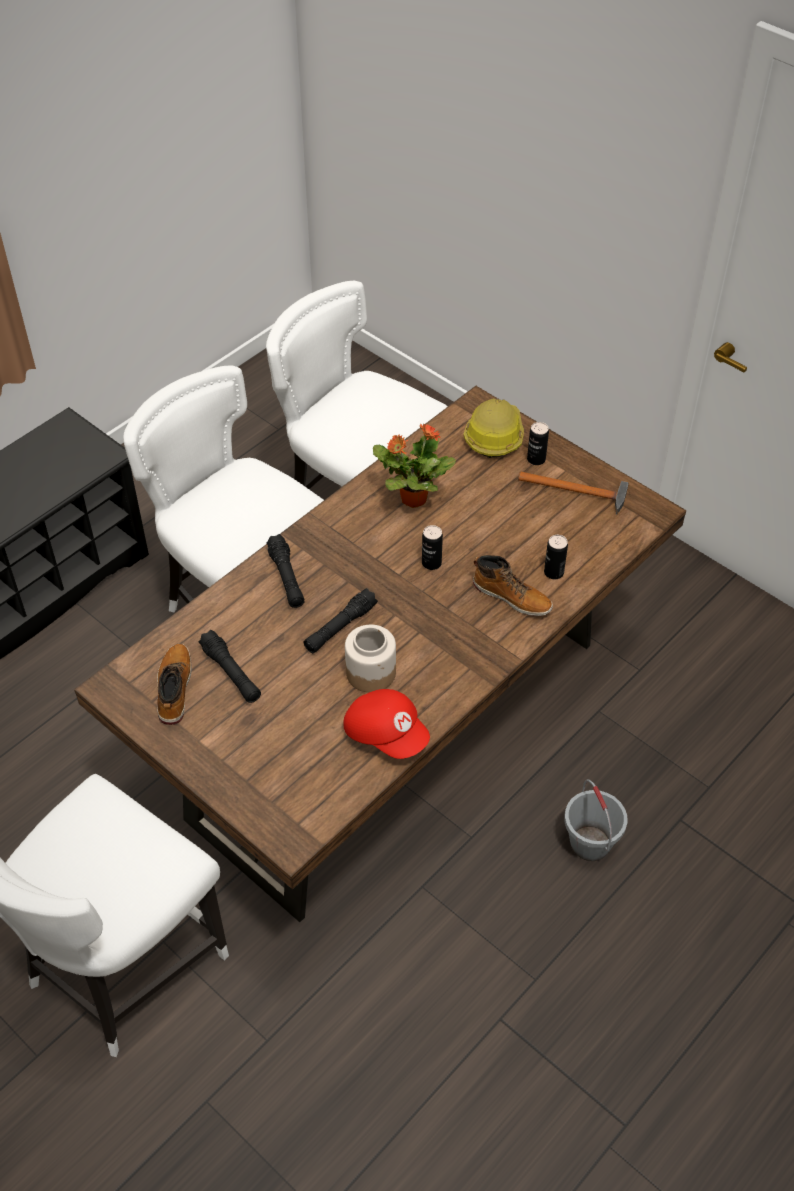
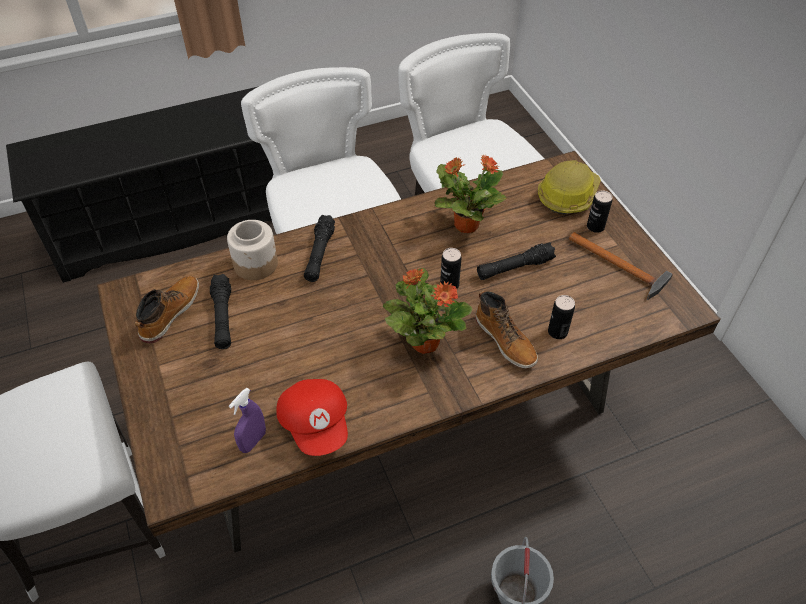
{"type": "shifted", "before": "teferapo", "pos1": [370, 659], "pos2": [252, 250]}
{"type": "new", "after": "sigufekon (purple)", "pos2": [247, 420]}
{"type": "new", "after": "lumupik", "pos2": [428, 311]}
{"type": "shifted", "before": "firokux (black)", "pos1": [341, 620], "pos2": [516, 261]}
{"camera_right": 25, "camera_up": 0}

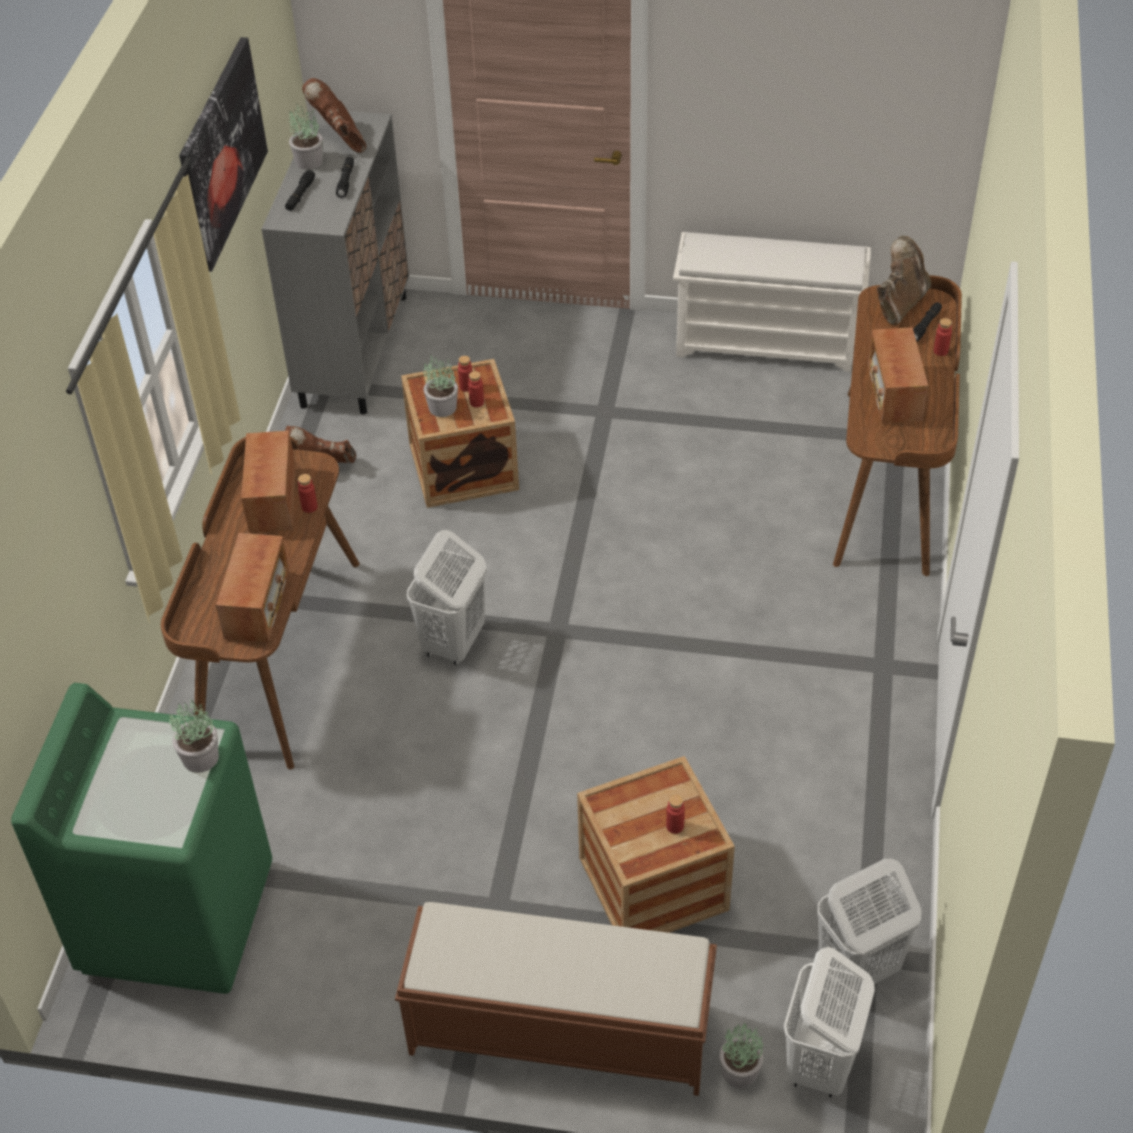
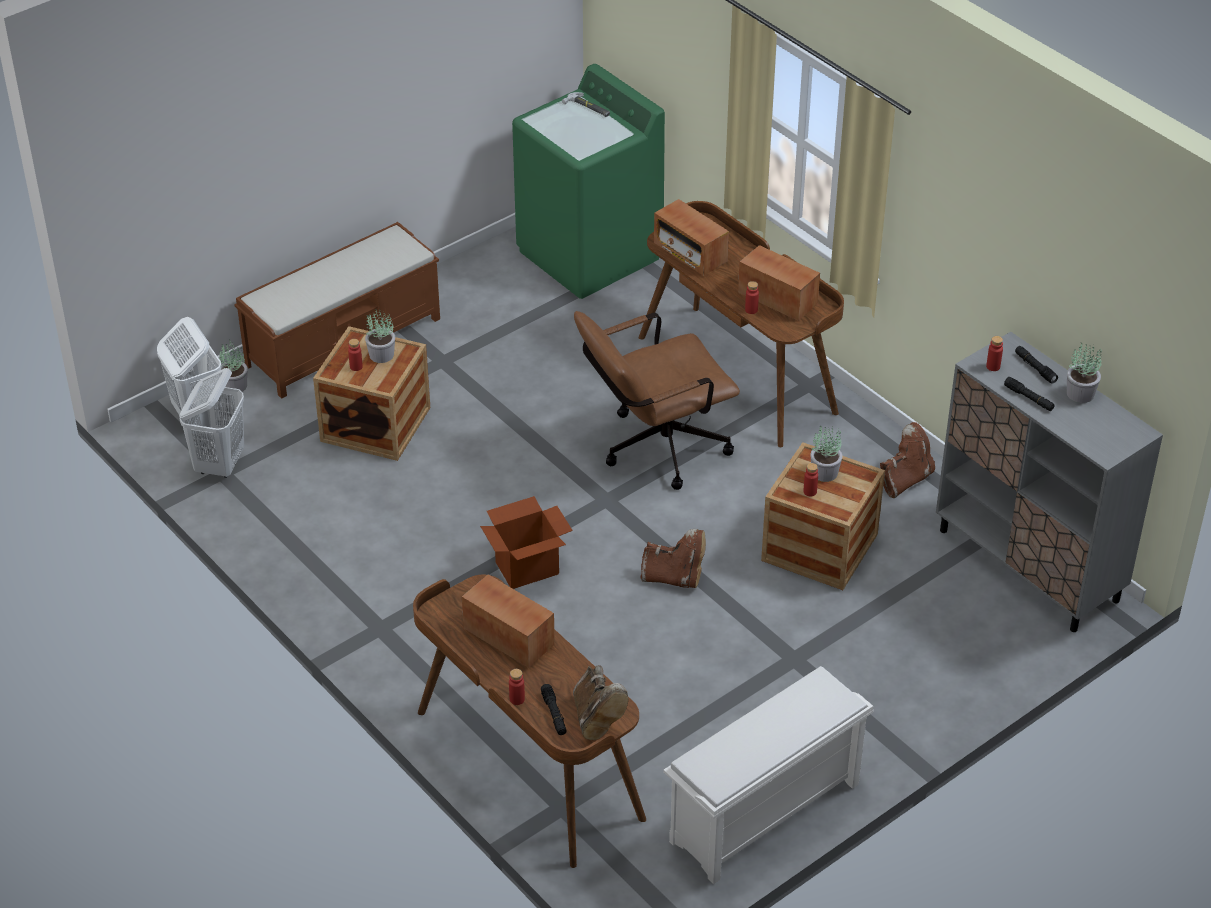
{"type": "shifted", "before": "lumupik", "pos1": [194, 735], "pos2": [380, 336]}
{"type": "new", "after": "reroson", "pos2": [526, 542]}
{"type": "new", "after": "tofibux", "pos2": [586, 104]}
{"type": "swapped", "before": "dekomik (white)", "after": "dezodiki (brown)", "pos1": [447, 597], "pos2": [657, 400]}
{"type": "shifted", "before": "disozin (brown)", "pos1": [334, 115], "pos2": [673, 558]}
{"type": "shifted", "before": "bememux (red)", "pos1": [465, 374], "pos2": [994, 353]}
{"type": "gone", "before": "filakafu", "pos1": [223, 154]}
{"camera_right": 130, "camera_up": -5}

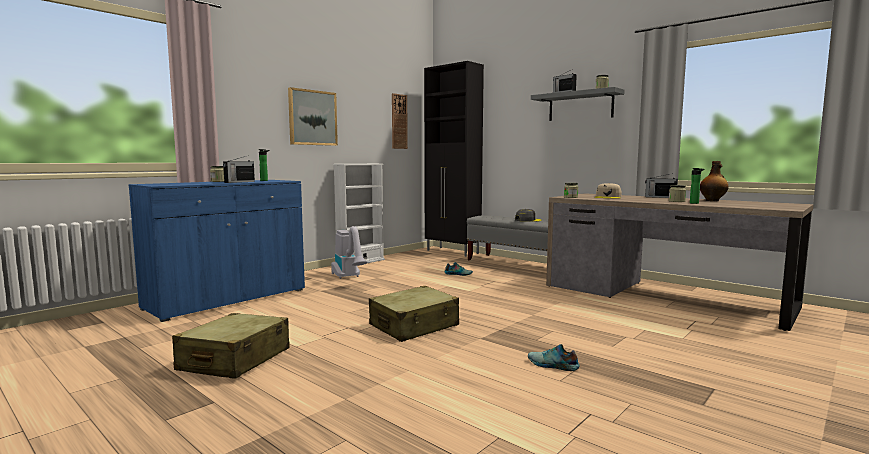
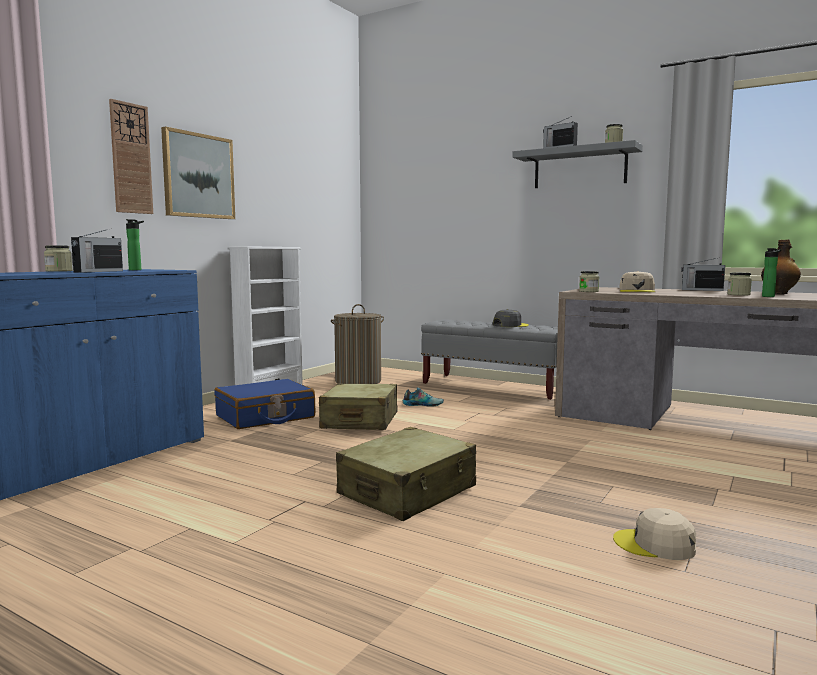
{"type": "shifted", "before": "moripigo", "pos1": [400, 121], "pos2": [131, 156]}
{"type": "swapped", "before": "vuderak", "after": "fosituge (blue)", "pos1": [349, 252], "pos2": [264, 404]}
{"type": "shifted", "before": "fosituge (beige)", "pos1": [231, 346], "pos2": [358, 406]}
{"type": "new", "after": "dekomik", "pos2": [357, 344]}
{"type": "swapped", "before": "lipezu", "after": "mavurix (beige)", "pos1": [554, 357], "pos2": [654, 534]}
{"type": "gone", "before": "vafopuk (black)", "pos1": [454, 159]}
{"camera_right": -10, "camera_up": 0}

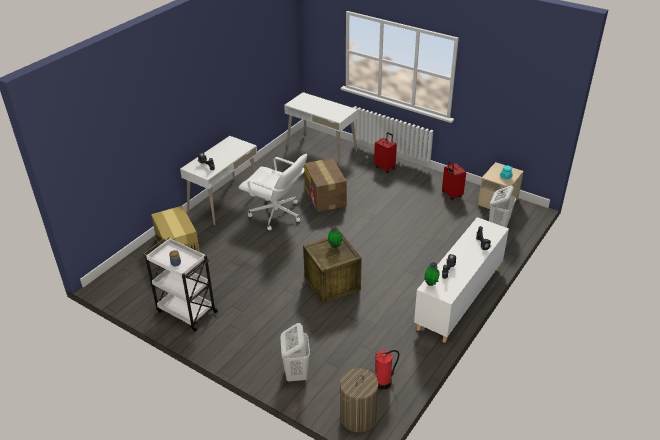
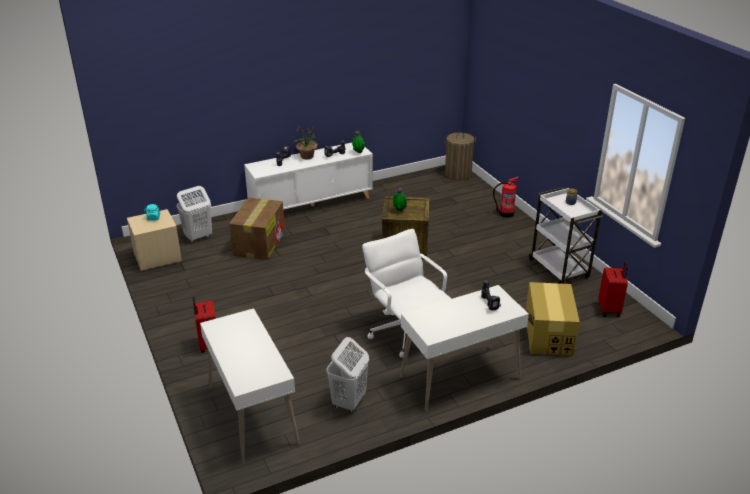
{"type": "shifted", "before": "reroson", "pos1": [325, 185], "pos2": [257, 228]}
{"type": "new", "after": "lumupik", "pos2": [305, 142]}
{"type": "shifted", "before": "dekomik (white)", "pos1": [295, 352], "pos2": [348, 375]}
{"type": "shifted", "before": "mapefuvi", "pos1": [387, 370], "pos2": [506, 197]}
{"type": "shifted", "before": "fosituge (red)", "pos1": [454, 180], "pos2": [613, 289]}
{"camera_right": -150, "camera_up": -5}

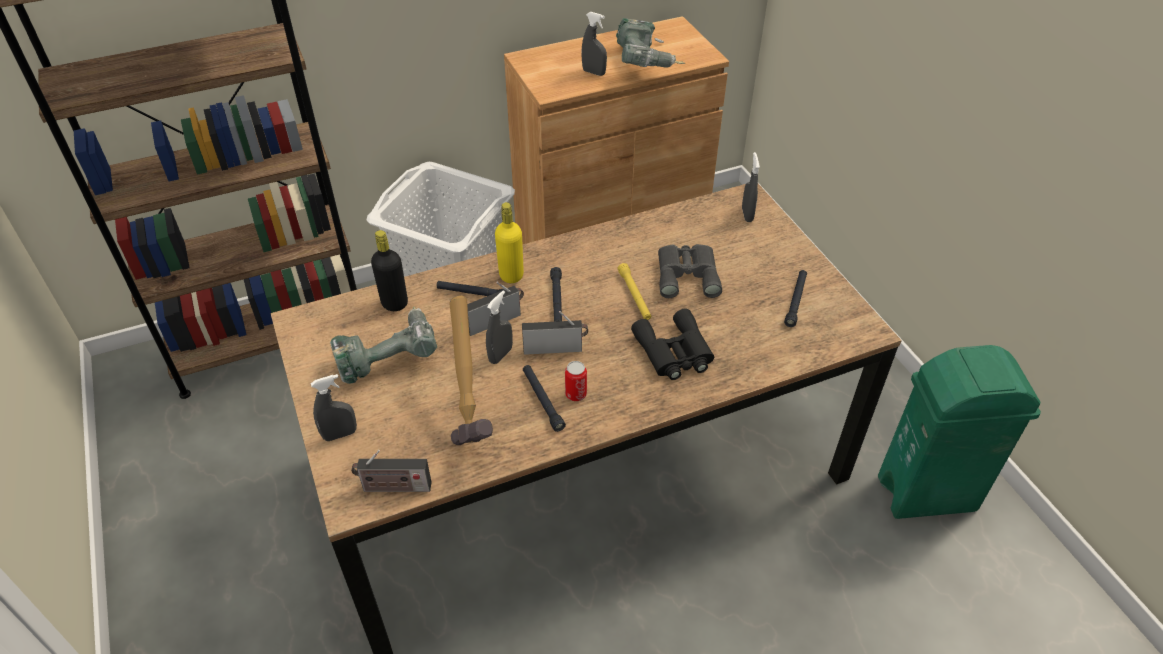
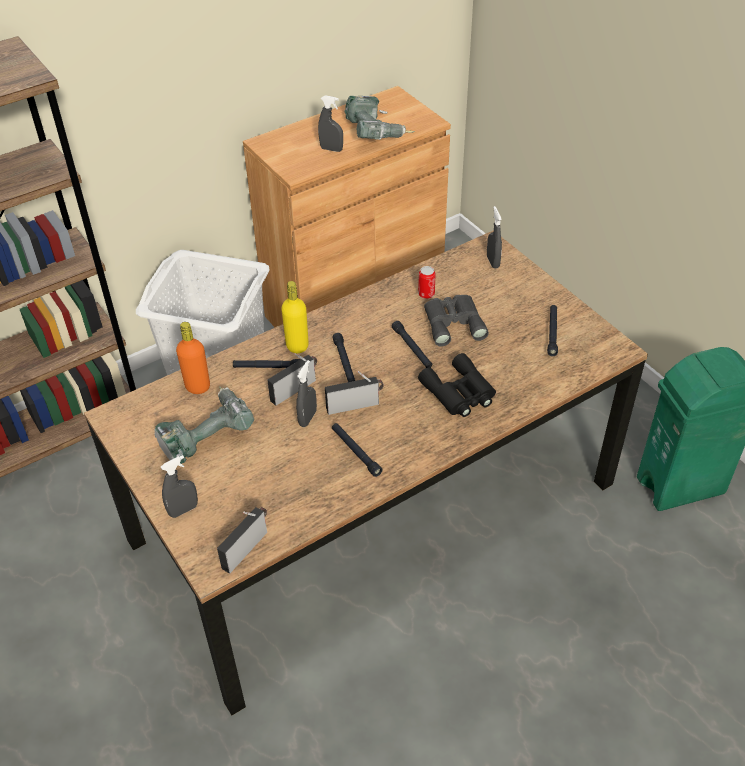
{"type": "repainted", "before": "bememux (black)", "after": "bememux (orange)", "pos1": [389, 270], "pos2": [193, 358]}
{"type": "rotated", "before": "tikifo", "pos1": [391, 471], "pos2": [242, 540], "turn": 135}
{"type": "repainted", "before": "firokux (yellow)", "after": "firokux (black)", "pos1": [634, 291], "pos2": [412, 344]}
{"type": "shifted", "before": "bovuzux", "pos1": [576, 381], "pos2": [427, 282]}
{"type": "gone", "before": "tofibux", "pos1": [471, 370]}
{"camera_right": -10, "camera_up": 0}

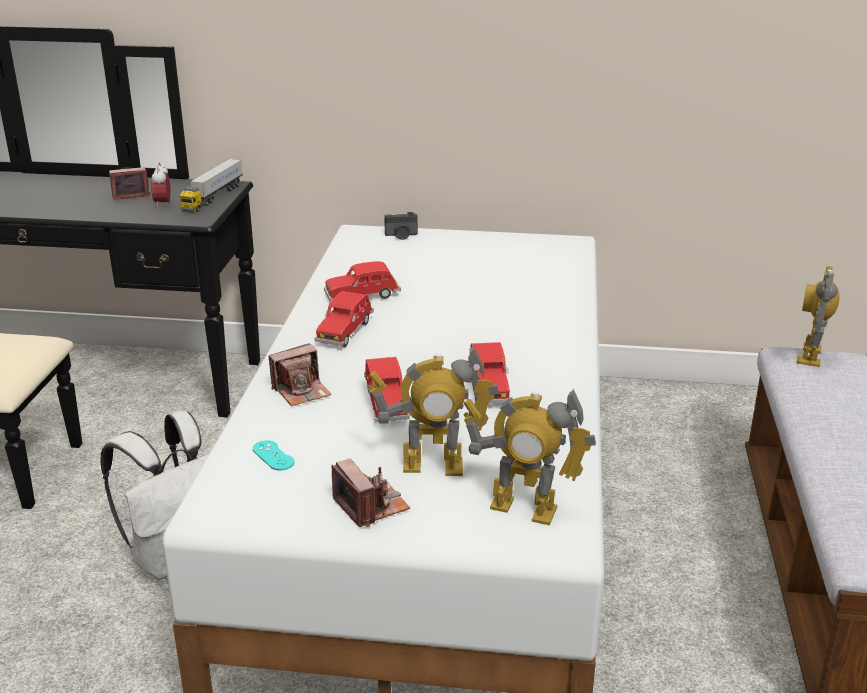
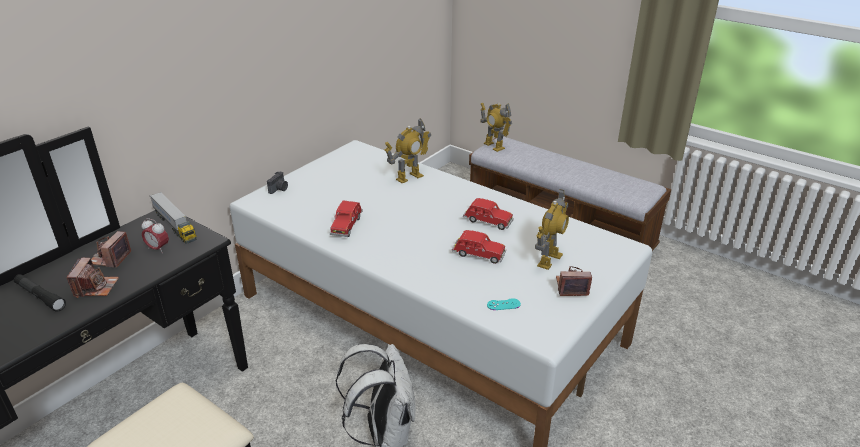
{"type": "new", "after": "firokux (black)", "pos2": [40, 293]}
{"type": "shifted", "before": "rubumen", "pos1": [300, 374], "pos2": [93, 278]}
{"type": "shifted", "before": "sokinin", "pos1": [530, 457], "pos2": [408, 150]}
{"type": "gone", "before": "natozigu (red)", "pos1": [344, 319]}
{"camera_right": -60, "camera_up": 5}

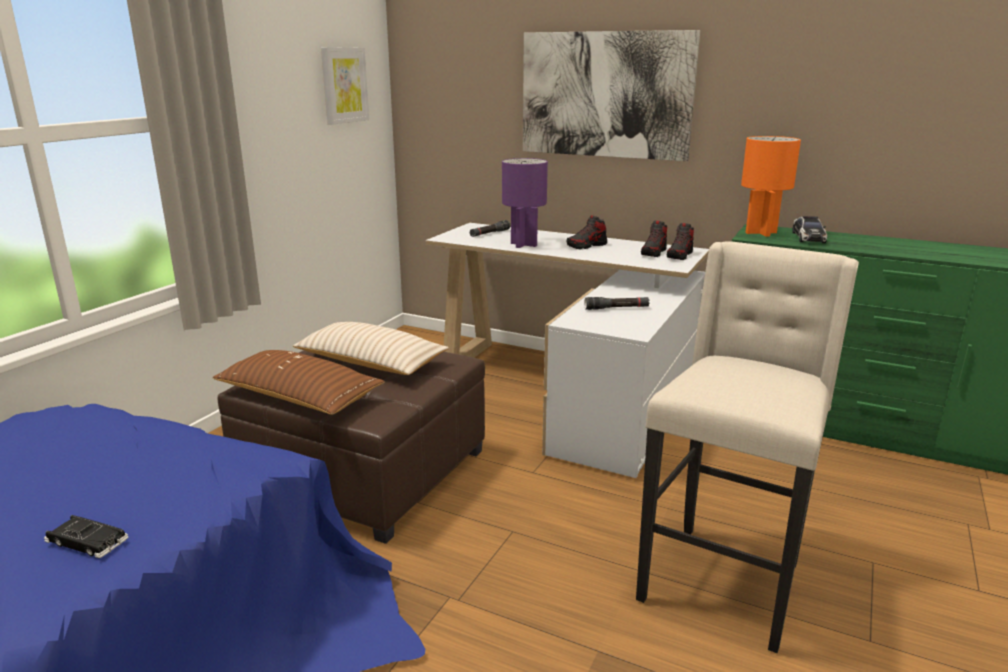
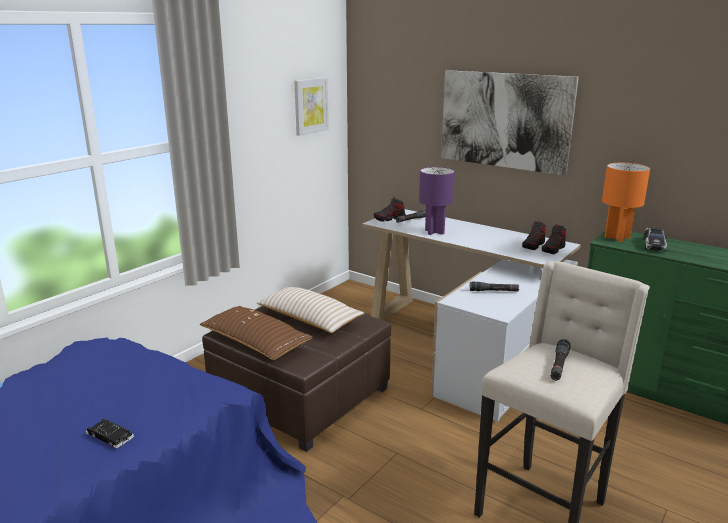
{"type": "shifted", "before": "lipezu", "pos1": [587, 232], "pos2": [390, 209]}
{"type": "new", "after": "firokux (black)", "pos2": [560, 360]}
{"camera_right": 10, "camera_up": 0}

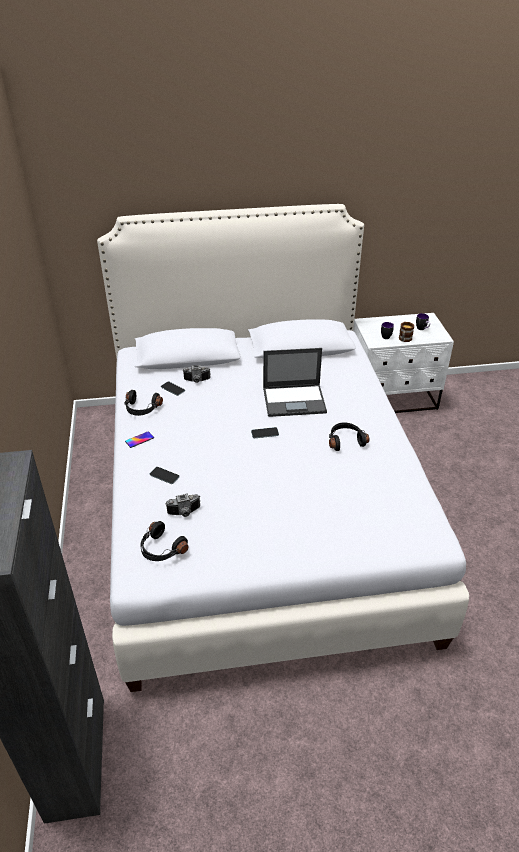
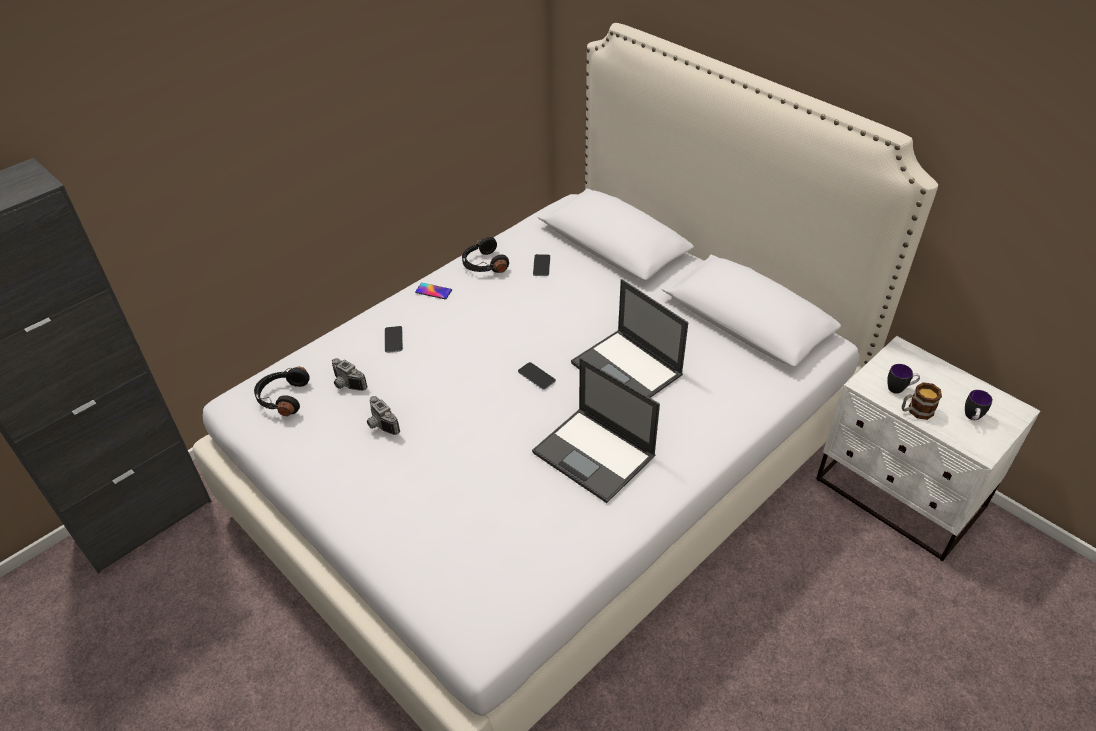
{"type": "shifted", "before": "rubumen", "pos1": [196, 374], "pos2": [383, 415]}
{"type": "swapped", "before": "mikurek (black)", "after": "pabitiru", "pos1": [349, 436], "pos2": [596, 430]}
{"camera_right": 55, "camera_up": 5}

